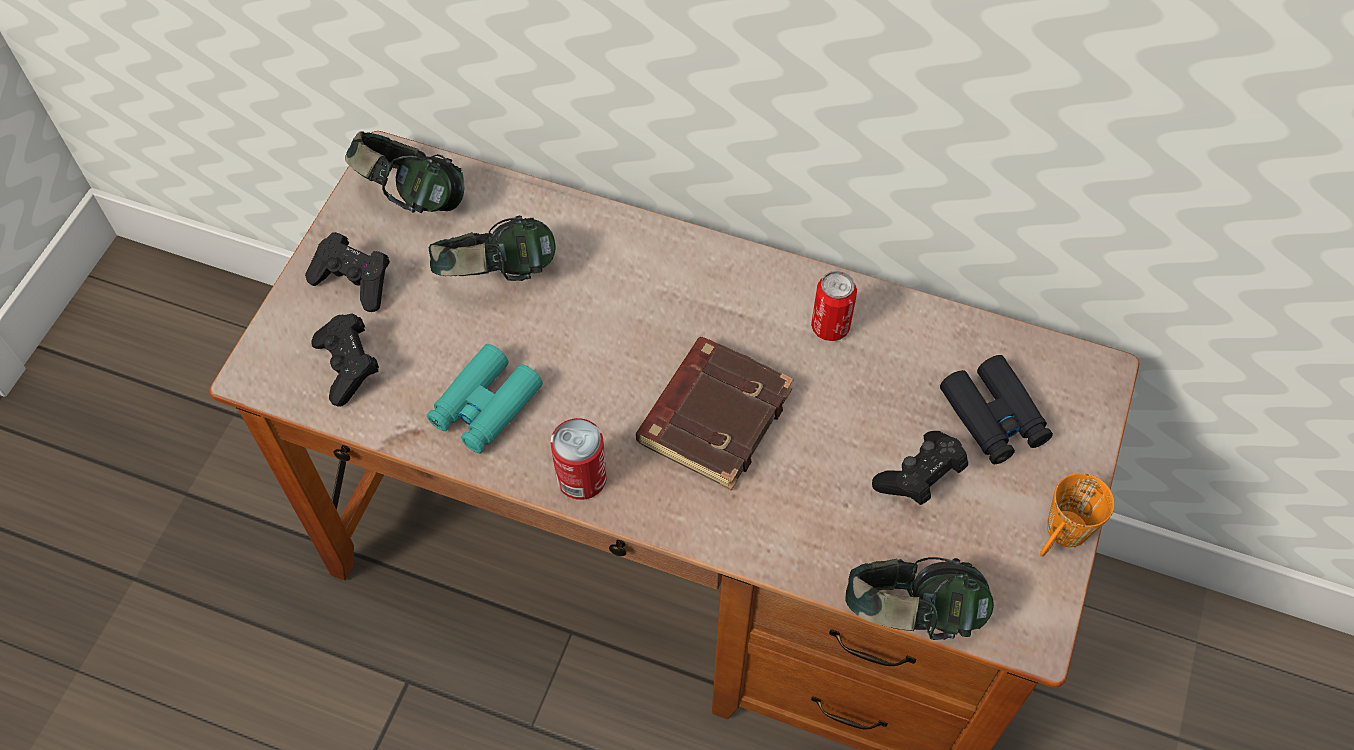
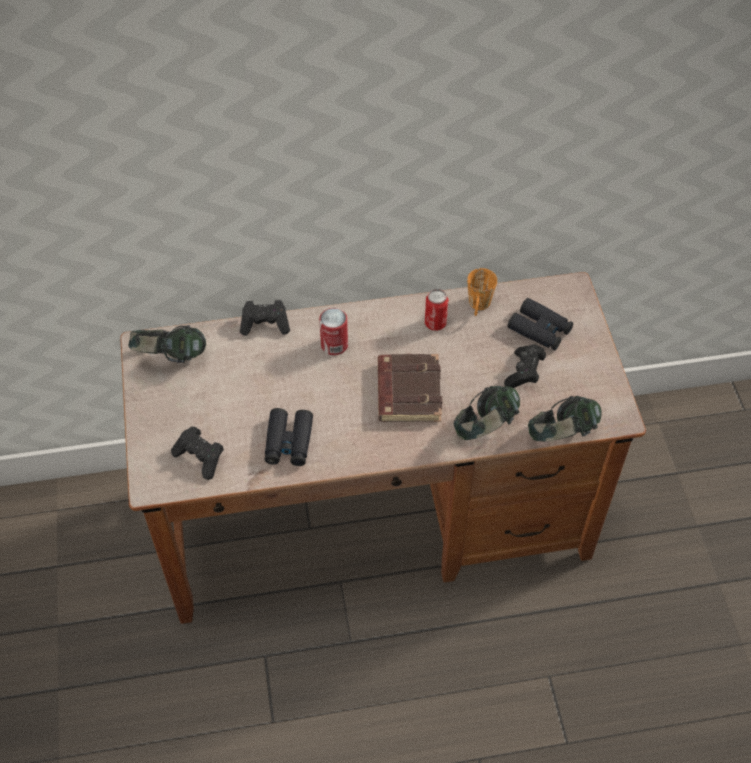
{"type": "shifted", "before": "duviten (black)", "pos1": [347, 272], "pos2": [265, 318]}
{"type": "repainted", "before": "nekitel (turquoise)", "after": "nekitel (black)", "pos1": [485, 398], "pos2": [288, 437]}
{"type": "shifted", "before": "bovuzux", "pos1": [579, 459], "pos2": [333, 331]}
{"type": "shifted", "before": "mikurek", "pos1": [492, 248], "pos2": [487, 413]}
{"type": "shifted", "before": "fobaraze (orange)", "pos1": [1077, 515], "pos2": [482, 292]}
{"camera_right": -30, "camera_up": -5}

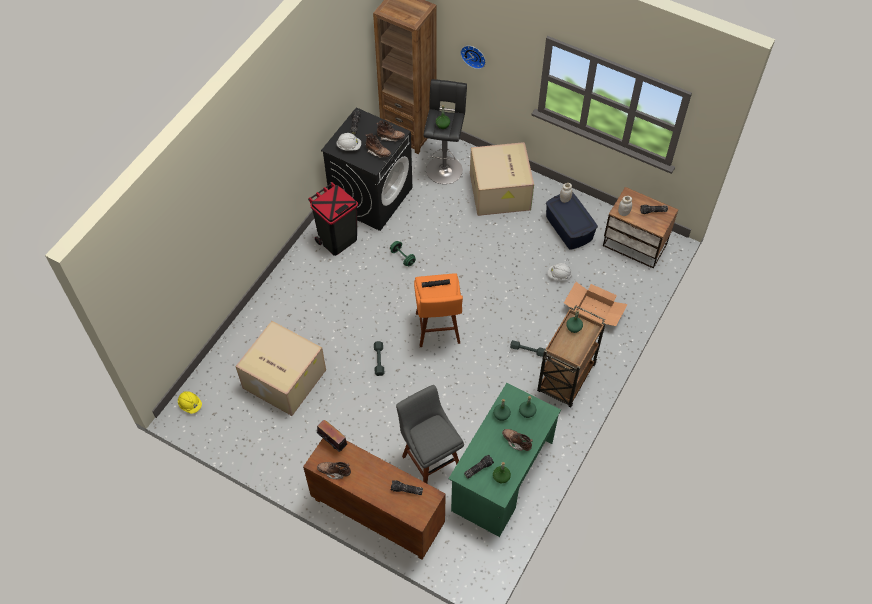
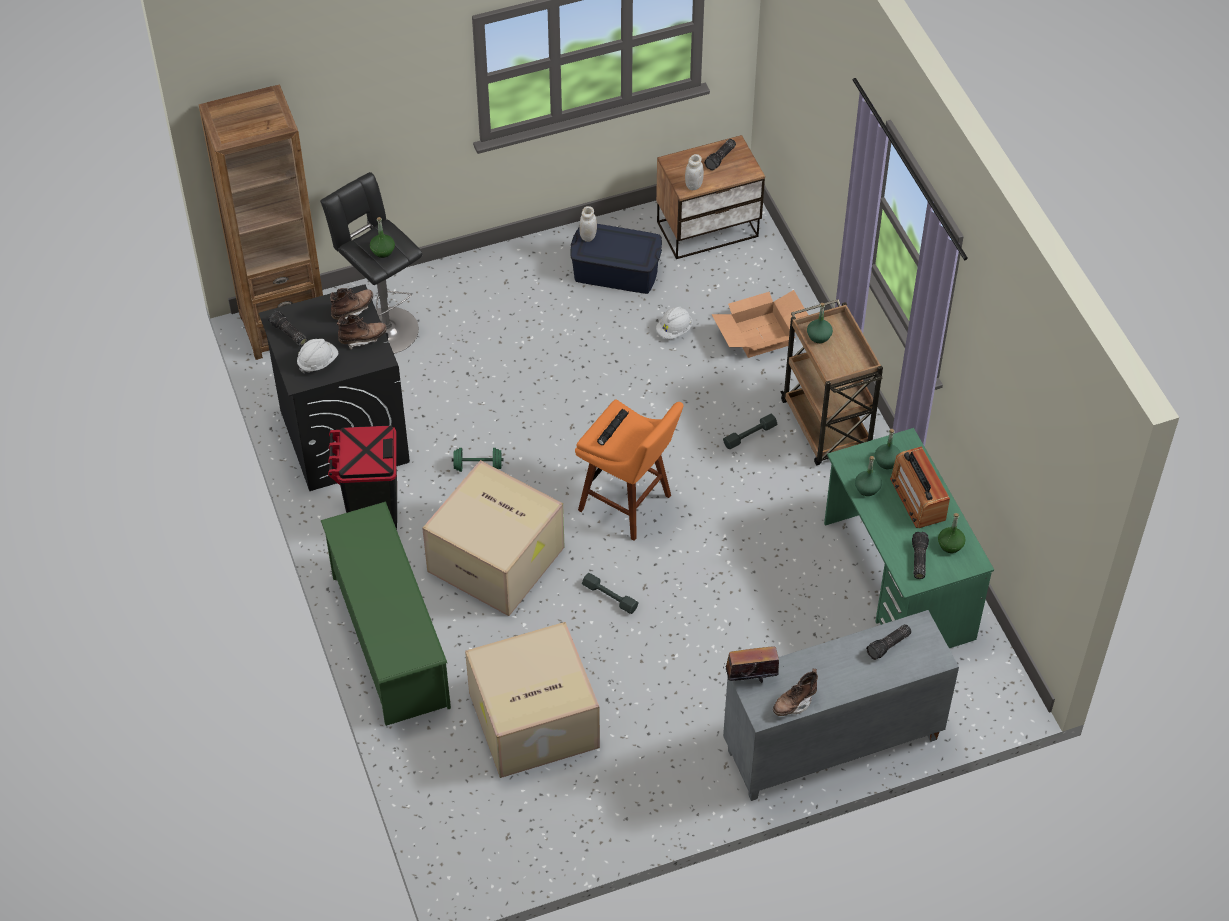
{"type": "new", "after": "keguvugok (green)", "pos2": [386, 614]}
{"type": "shifted", "before": "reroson", "pos1": [502, 179], "pos2": [493, 538]}
{"type": "repainted", "before": "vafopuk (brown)", "after": "vafopuk (grey)", "pos1": [374, 499], "pos2": [841, 705]}
{"type": "swapped", "before": "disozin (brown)", "after": "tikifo", "pos1": [517, 440], "pos2": [920, 487]}
{"type": "gone", "before": "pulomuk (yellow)", "pos1": [190, 402]}
{"type": "gone", "before": "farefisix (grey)", "pos1": [430, 434]}
{"type": "gone", "before": "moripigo", "pos1": [473, 57]}
{"camera_right": -50, "camera_up": -5}

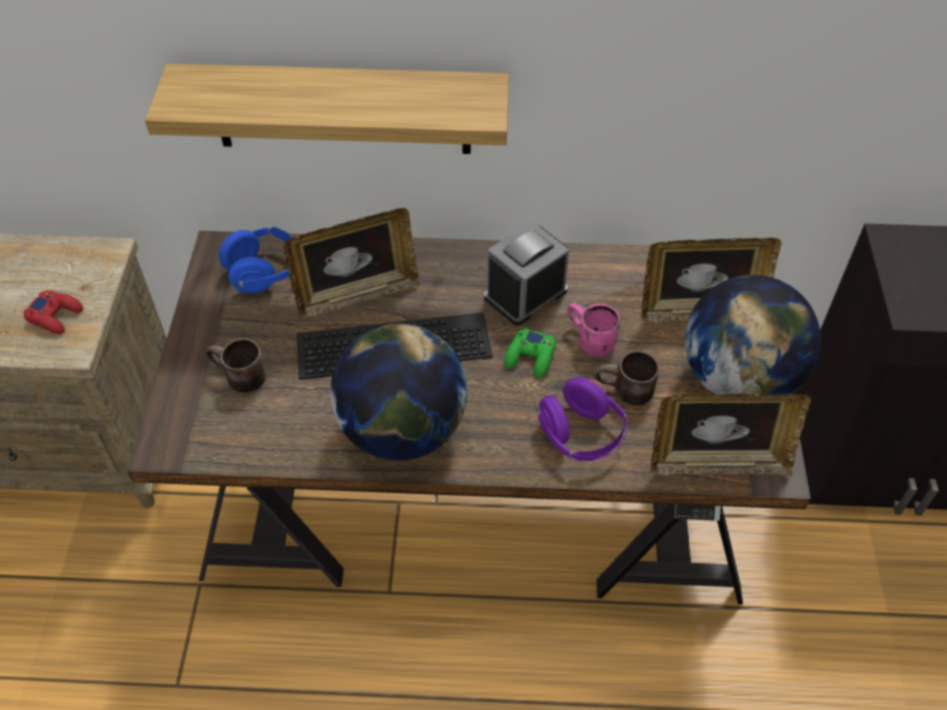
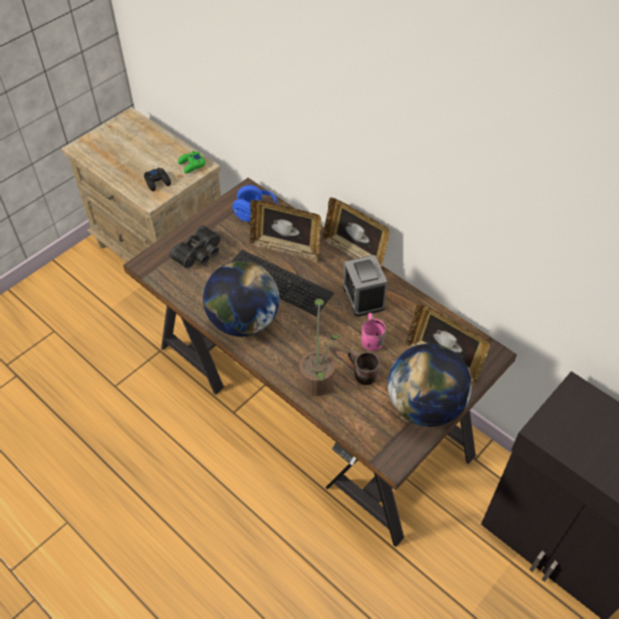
{"type": "repainted", "before": "duviten (red)", "after": "duviten (black)", "pos1": [53, 312], "pos2": [157, 179]}
{"type": "swapped", "before": "fobaraze (brown)", "after": "nekitel (black)", "pos1": [236, 365], "pos2": [195, 247]}
{"type": "shifted", "before": "duviten (green)", "pos1": [530, 353], "pos2": [192, 162]}
{"type": "swapped", "before": "mikurek (purple)", "after": "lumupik", "pos1": [581, 419], "pos2": [319, 347]}
{"type": "shifted", "before": "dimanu", "pos1": [731, 435], "pos2": [355, 232]}
{"type": "rotated", "before": "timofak", "pos1": [526, 273], "pos2": [365, 286], "turn": -105}
{"type": "gone", "before": "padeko", "pos1": [327, 108]}
{"camera_right": 40, "camera_up": 0}

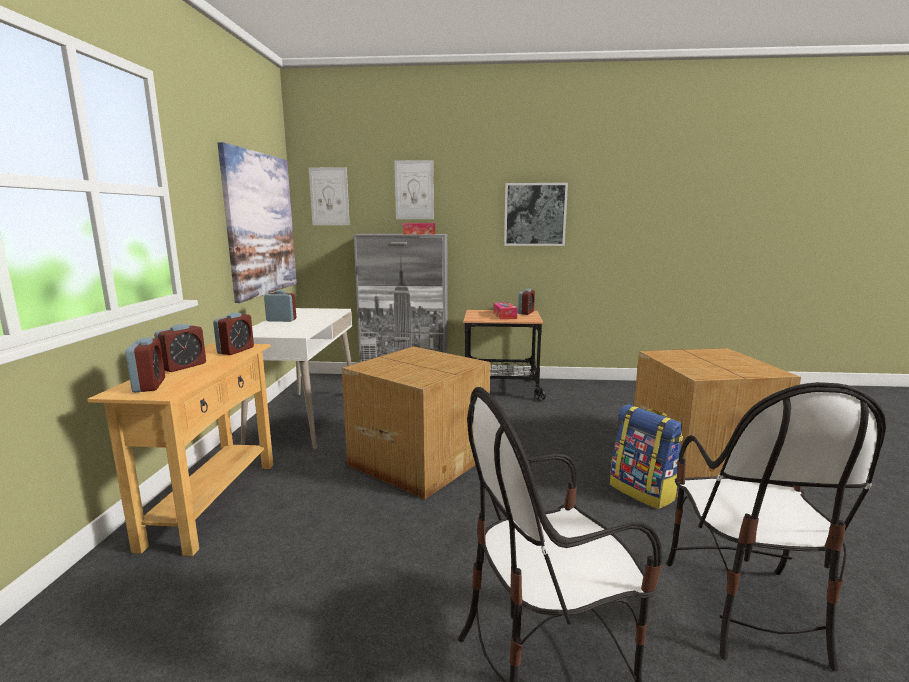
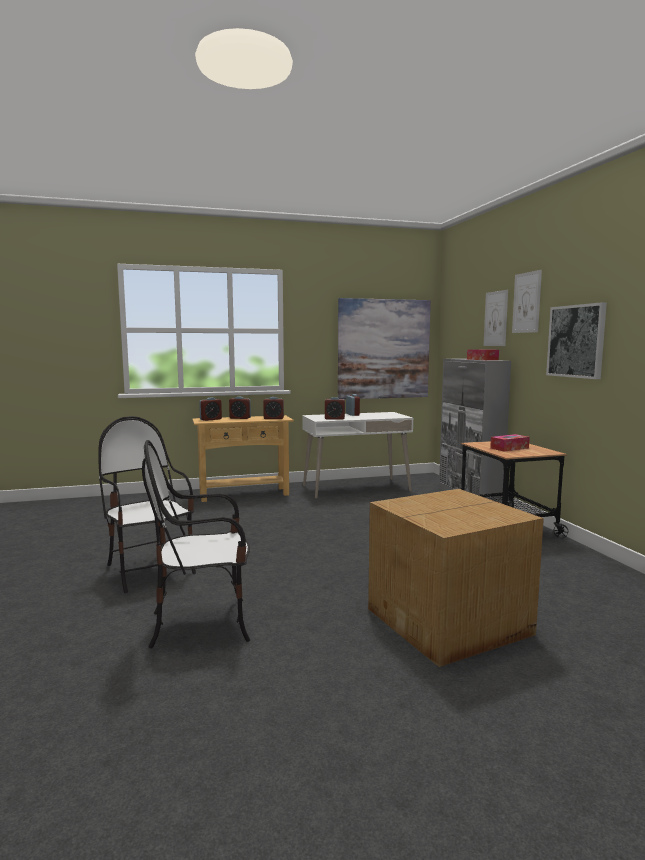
{"type": "shifted", "before": "timofak", "pos1": [526, 302], "pos2": [335, 408]}
{"type": "shifted", "before": "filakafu", "pos1": [329, 196], "pos2": [527, 301]}
{"type": "gone", "before": "reroson", "pos1": [416, 422]}
{"type": "gone", "before": "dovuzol", "pos1": [646, 456]}
{"camera_right": 70, "camera_up": -5}

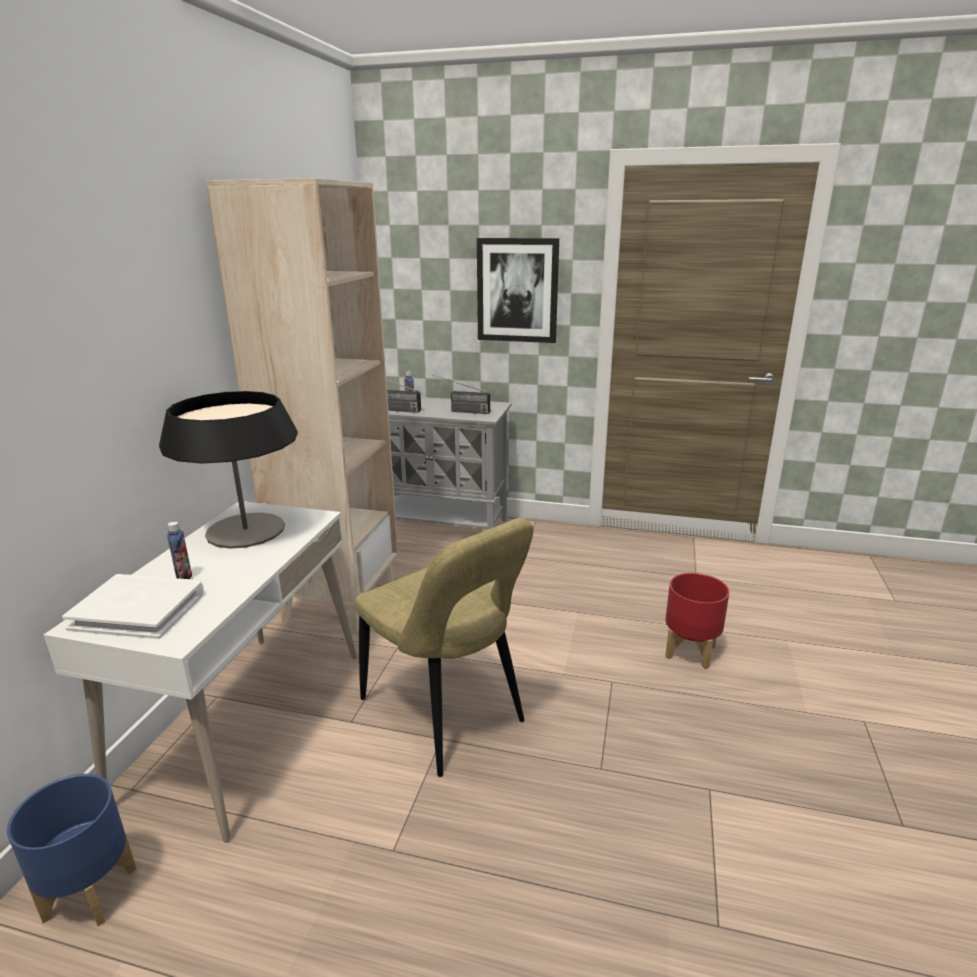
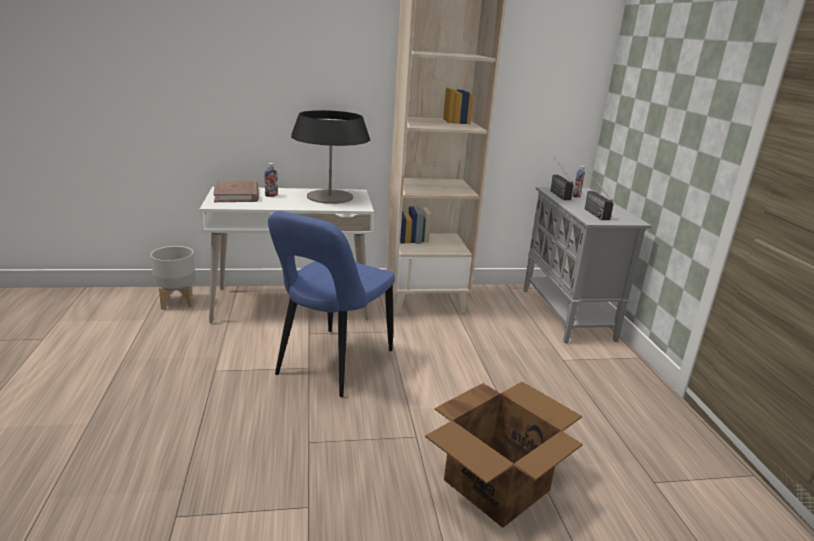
{"type": "repainted", "before": "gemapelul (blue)", "after": "gemapelul (grey)", "pos1": [72, 850], "pos2": [173, 278]}
{"type": "repainted", "before": "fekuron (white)", "after": "fekuron (brown)", "pos1": [133, 606], "pos2": [236, 191]}
{"type": "repainted", "before": "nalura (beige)", "after": "nalura (blue)", "pos1": [444, 647], "pos2": [331, 304]}
{"type": "swapped", "before": "gemapelul (red)", "after": "reroson", "pos1": [697, 621], "pos2": [504, 455]}
{"type": "gone", "before": "filakafu", "pos1": [518, 290]}
{"camera_right": 65, "camera_up": 0}

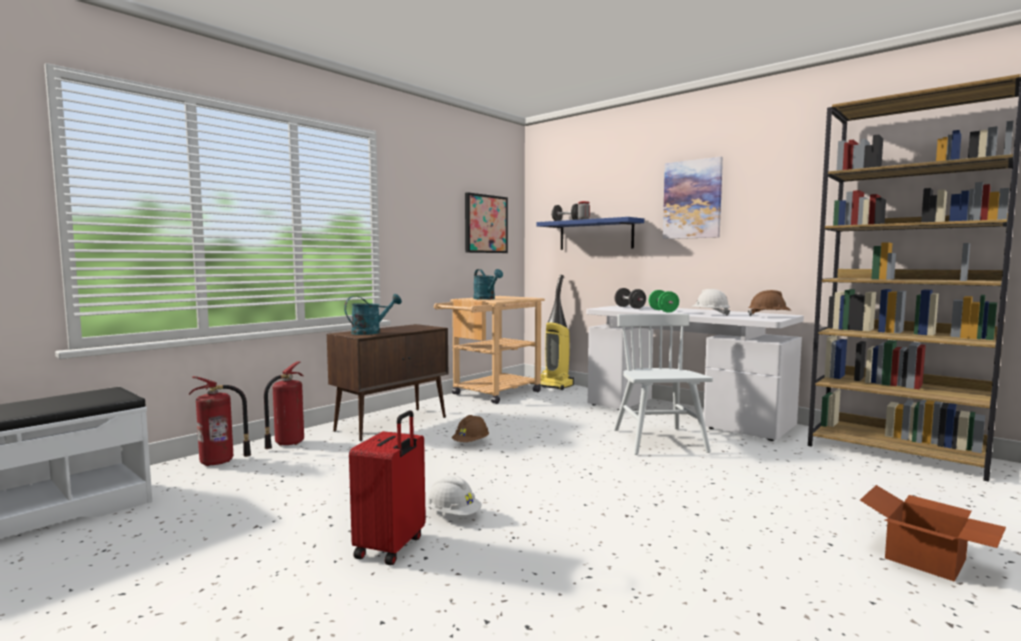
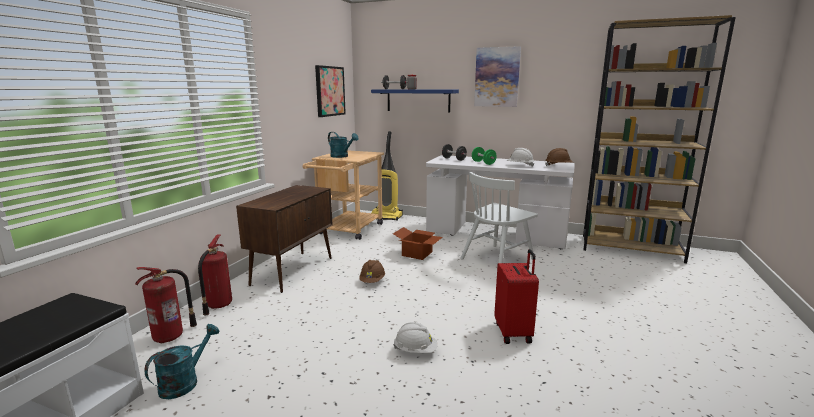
{"type": "shifted", "before": "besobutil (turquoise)", "pos1": [373, 314], "pos2": [182, 361]}
{"type": "shifted", "before": "reroson", "pos1": [933, 533], "pos2": [418, 243]}
{"type": "rotated", "before": "nalura (white)", "pos1": [663, 384], "pos2": [499, 217], "turn": -105}
{"type": "shifted", "before": "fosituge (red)", "pos1": [387, 487], "pos2": [516, 296]}
{"camera_right": -20, "camera_up": 10}

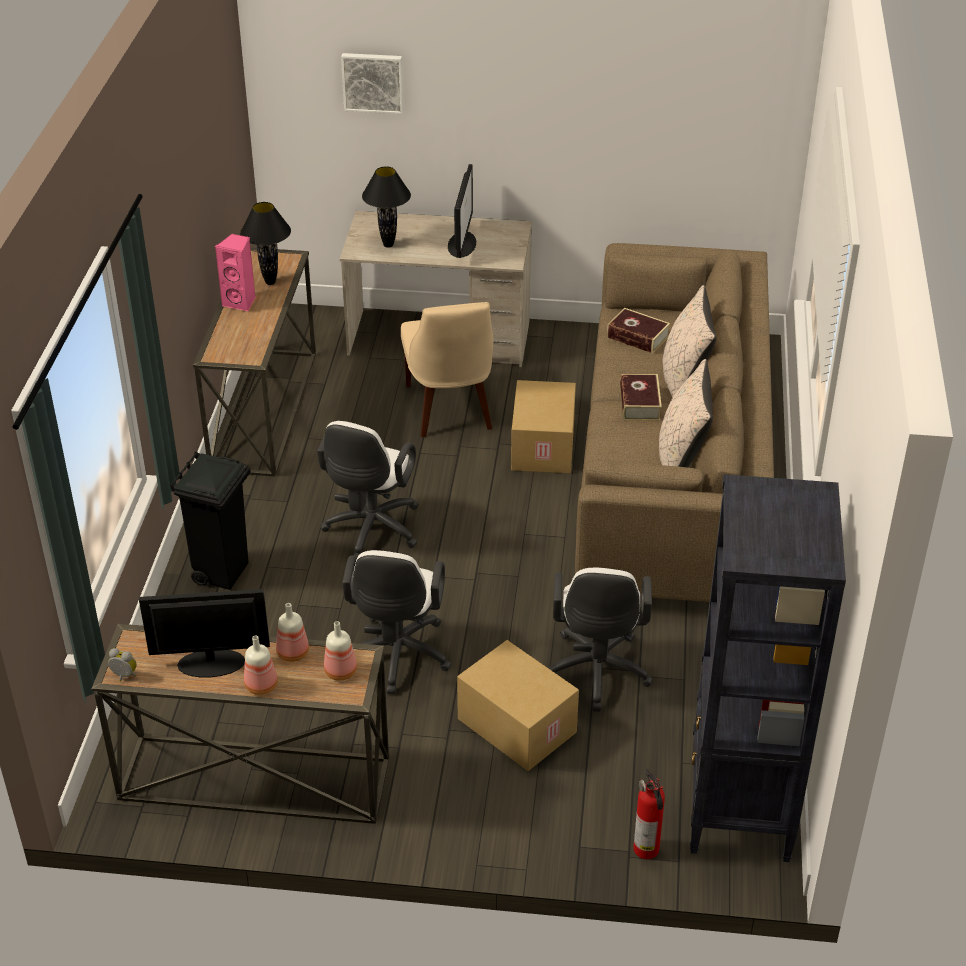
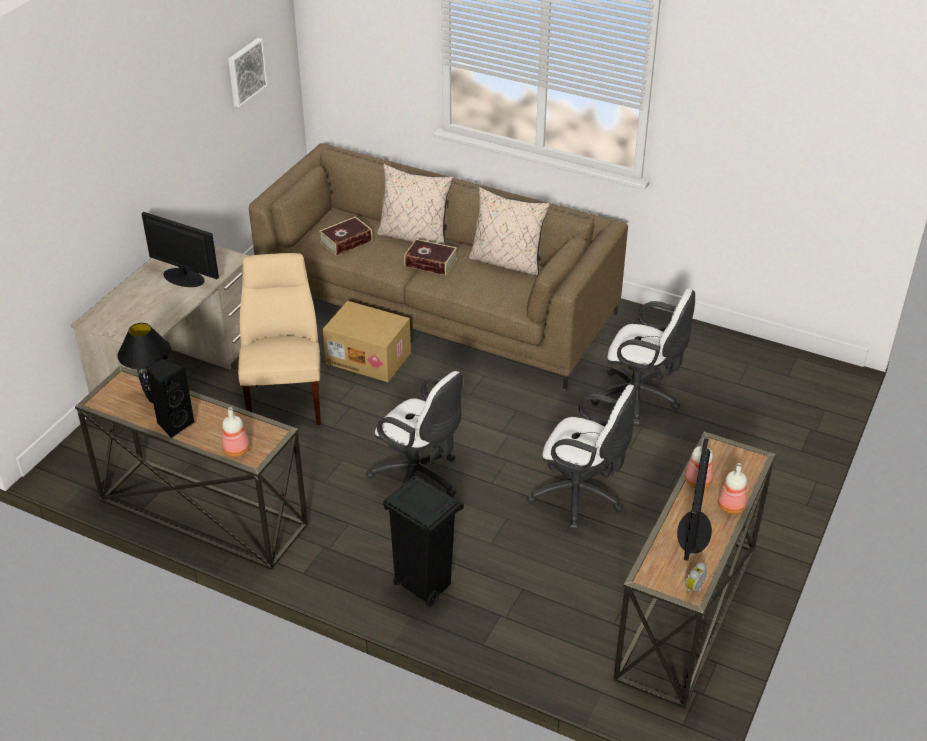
{"type": "repainted", "before": "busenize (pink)", "after": "busenize (black)", "pos1": [235, 273], "pos2": [170, 398]}
{"type": "shifted", "before": "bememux", "pos1": [340, 651], "pos2": [236, 432]}
{"type": "shifted", "before": "filakafu", "pos1": [372, 83], "pos2": [248, 73]}
{"type": "rotated", "before": "nalura (beige)", "pos1": [447, 369], "pos2": [279, 339], "turn": -105}
{"type": "gone", "before": "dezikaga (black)", "pos1": [386, 207]}
{"type": "gone", "before": "reroson", "pos1": [518, 705]}
{"type": "gone", "before": "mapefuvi", "pos1": [649, 814]}
{"type": "gone", "before": "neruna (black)", "pos1": [768, 668]}
{"camera_right": -70, "camera_up": 0}

